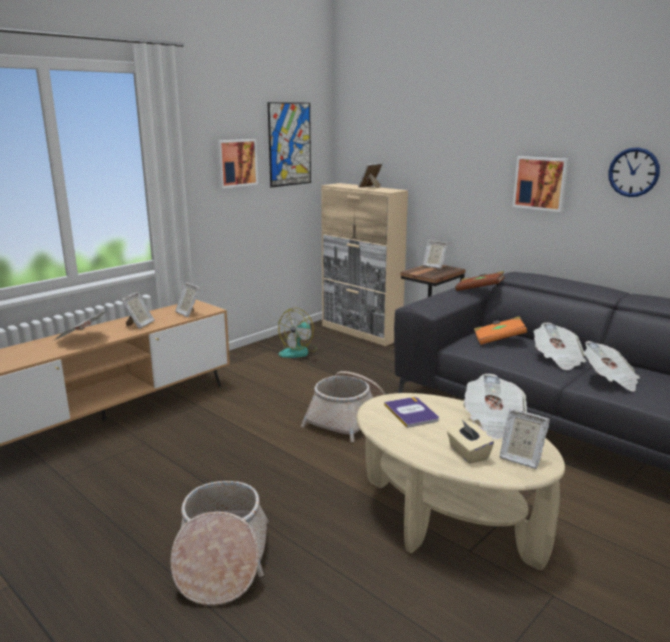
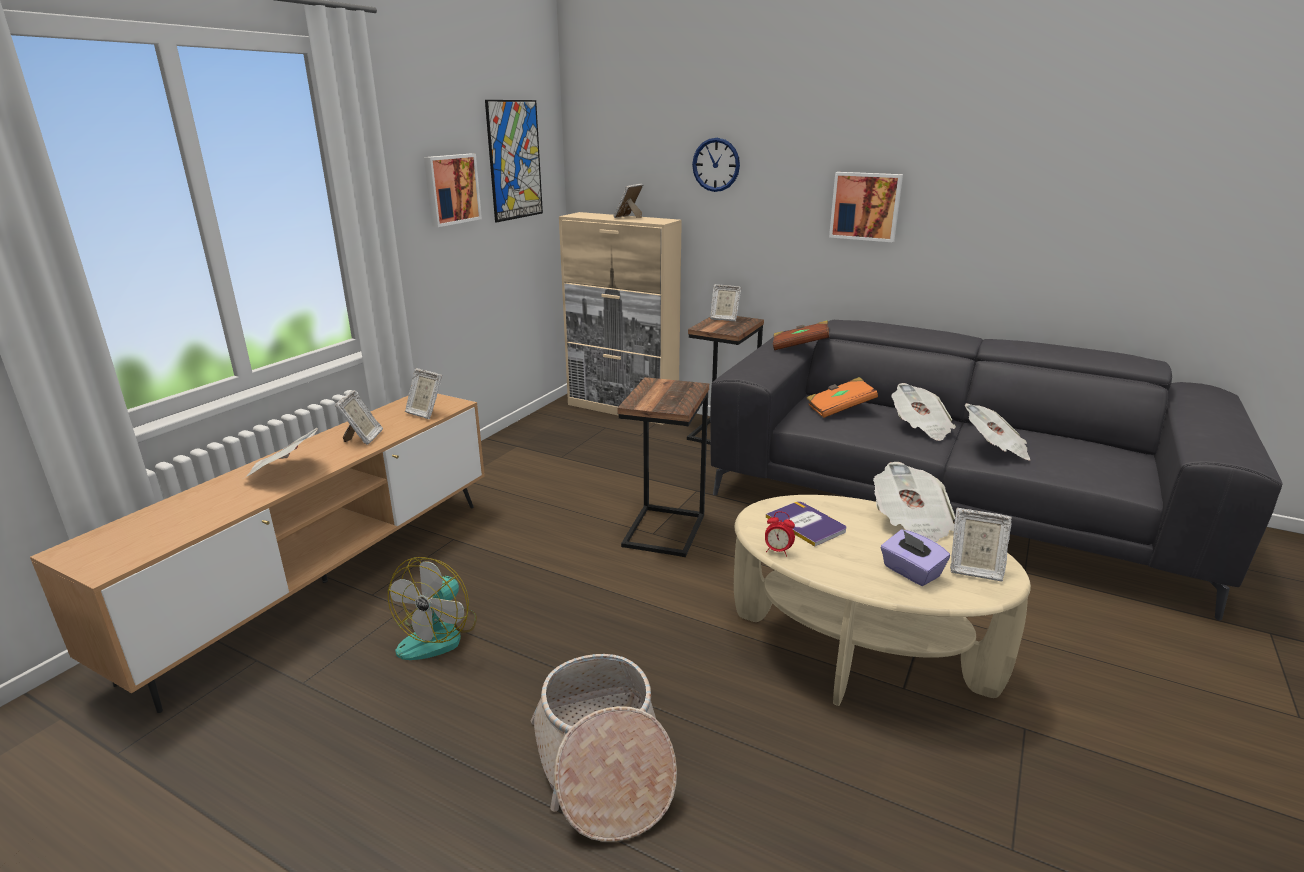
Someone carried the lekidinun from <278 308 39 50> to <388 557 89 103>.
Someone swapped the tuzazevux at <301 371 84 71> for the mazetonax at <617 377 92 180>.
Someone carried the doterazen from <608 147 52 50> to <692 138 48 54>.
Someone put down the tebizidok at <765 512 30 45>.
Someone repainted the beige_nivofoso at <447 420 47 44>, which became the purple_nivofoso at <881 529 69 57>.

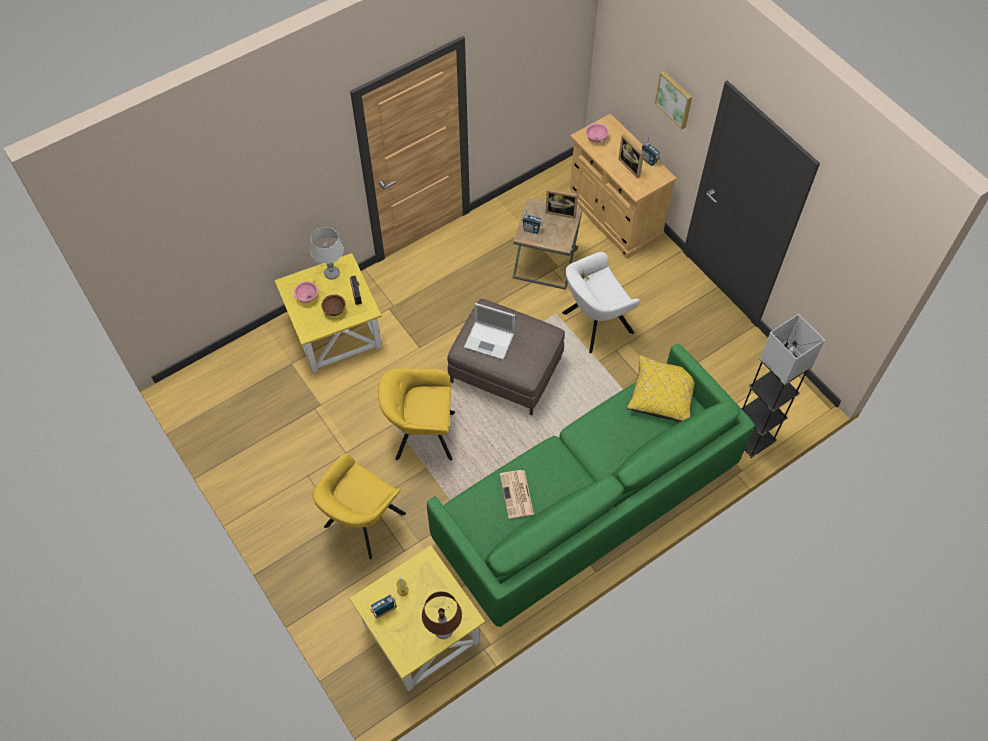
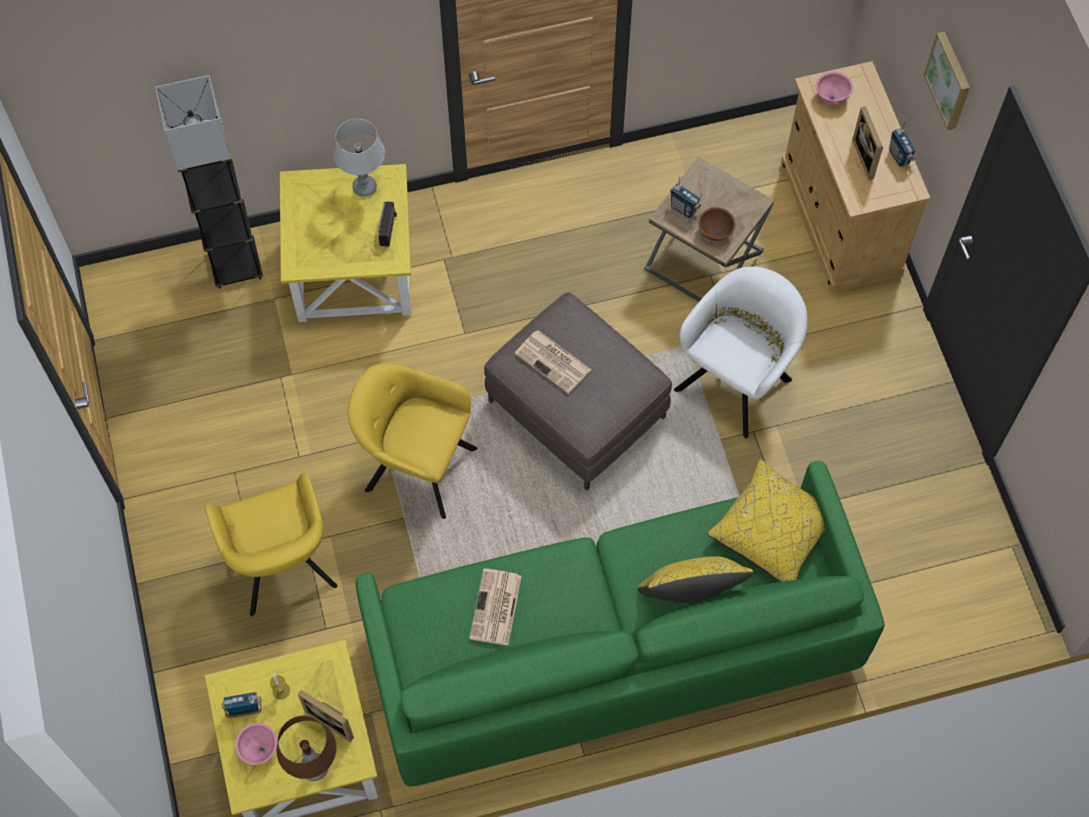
Someone carried the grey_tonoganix from <741 314 84 144> to <155 75 108 213>.
Someone rotated the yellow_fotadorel at <313 453 93 106> by 75 degrees counterclockwise.
Someone carried the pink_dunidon from <294 281 25 22> to <234 723 43 42>.
Someone carried the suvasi from <545 188 33 30> to <298 690 56 52>.
Someone swapped the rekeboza at <464 303 51 57> for the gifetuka at <514 330 77 64>.
Someone put down the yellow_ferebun at <638 556 115 47>.
Someone rotated the white_fotadorel at <562 252 78 101> by 135 degrees clockwise.
Someone carried the brown_dunidon from <321 295 25 21> to <699 207 36 34>.

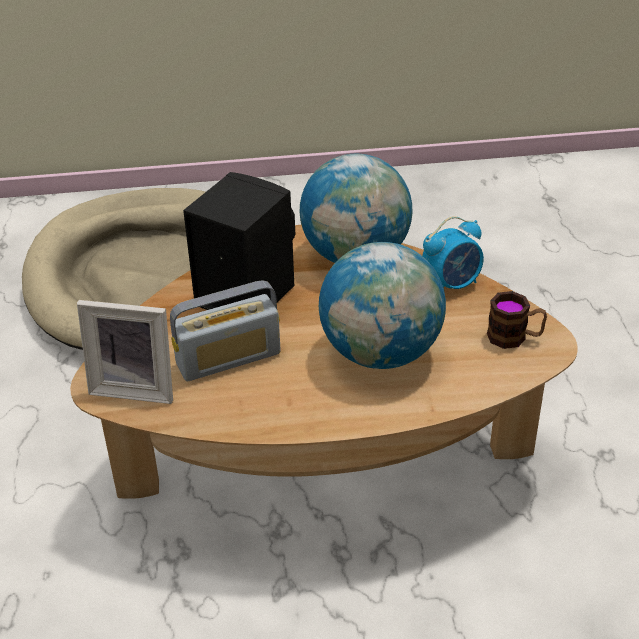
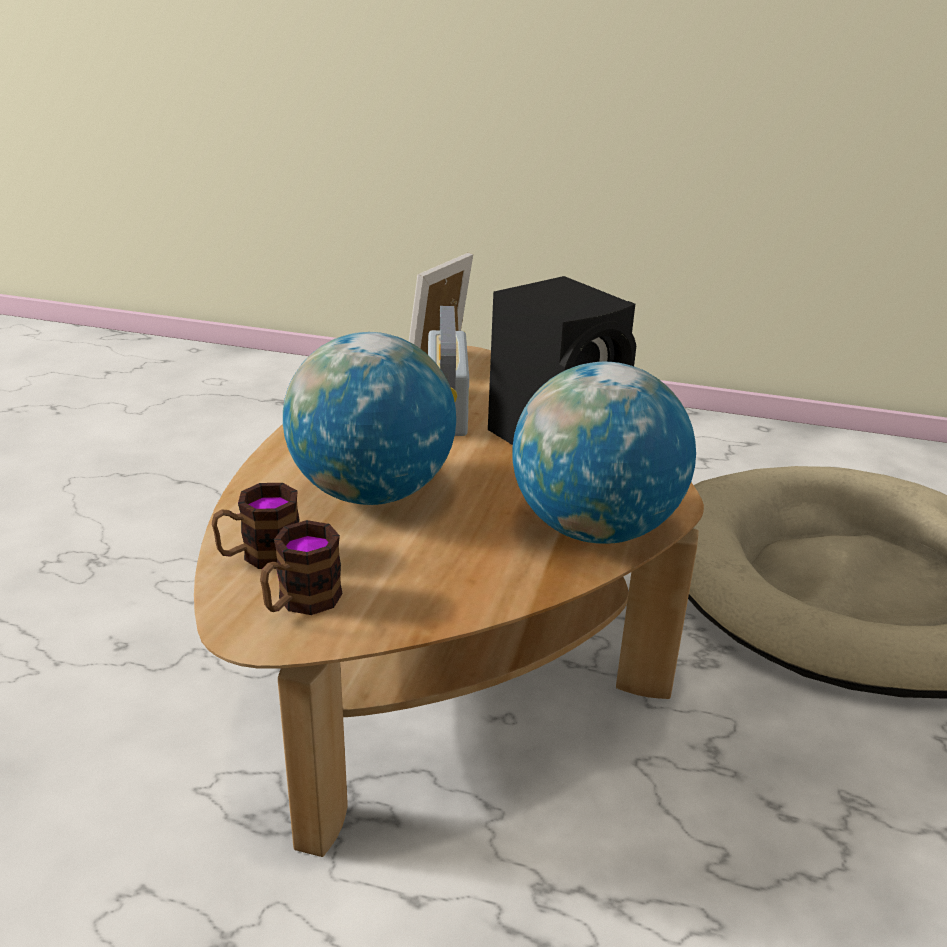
Someone put down the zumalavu at <212 483 87 86>.
Someone took away the tebizidok at <422 216 62 73>.

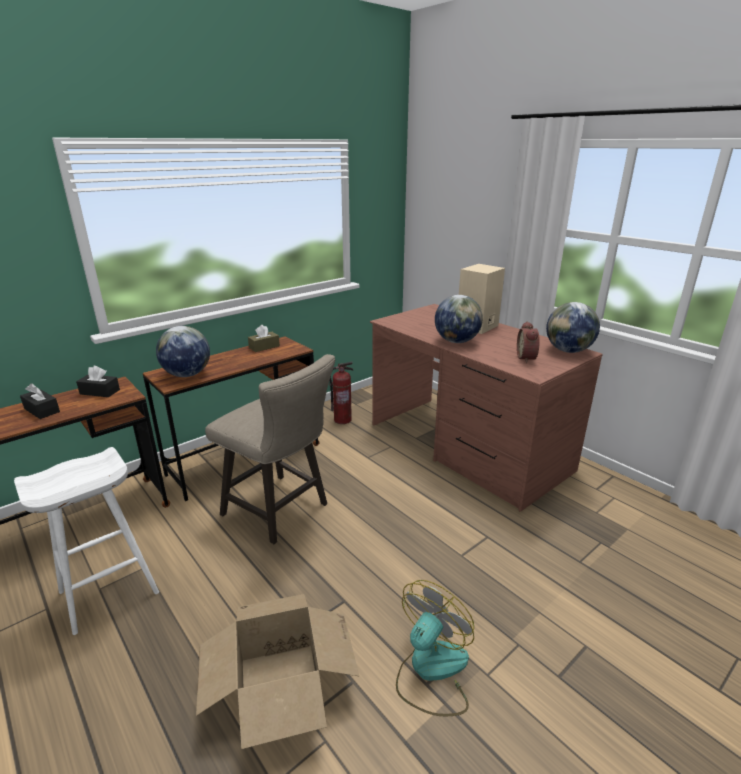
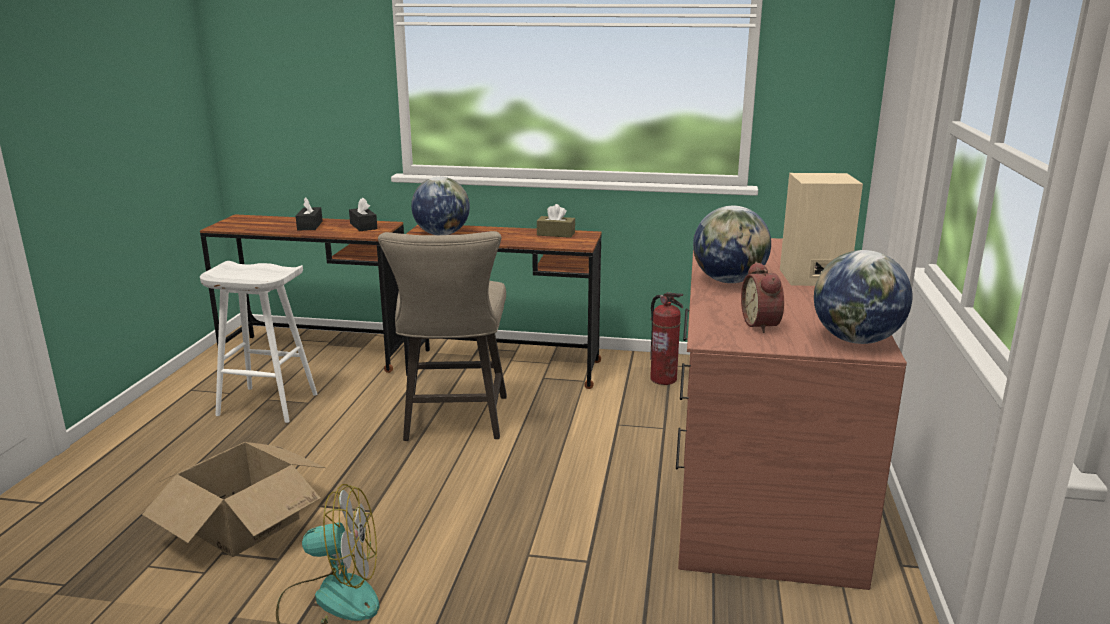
Someone rotated the tebizidok at <517 322 23 41> by 60 degrees counterclockwise.

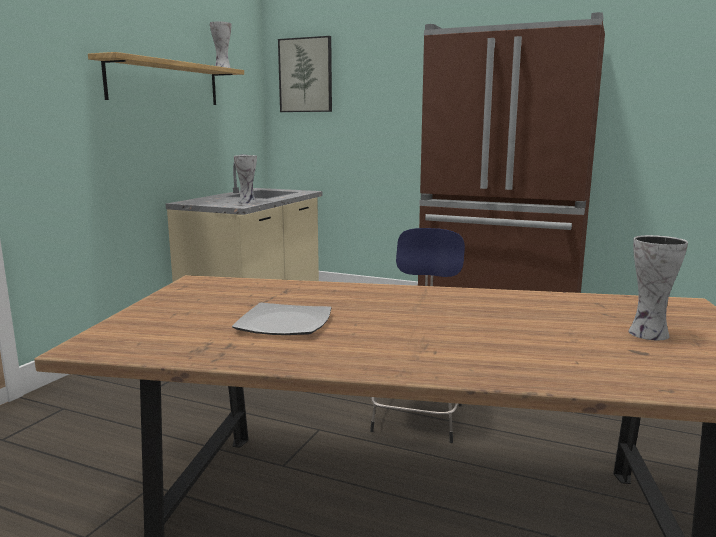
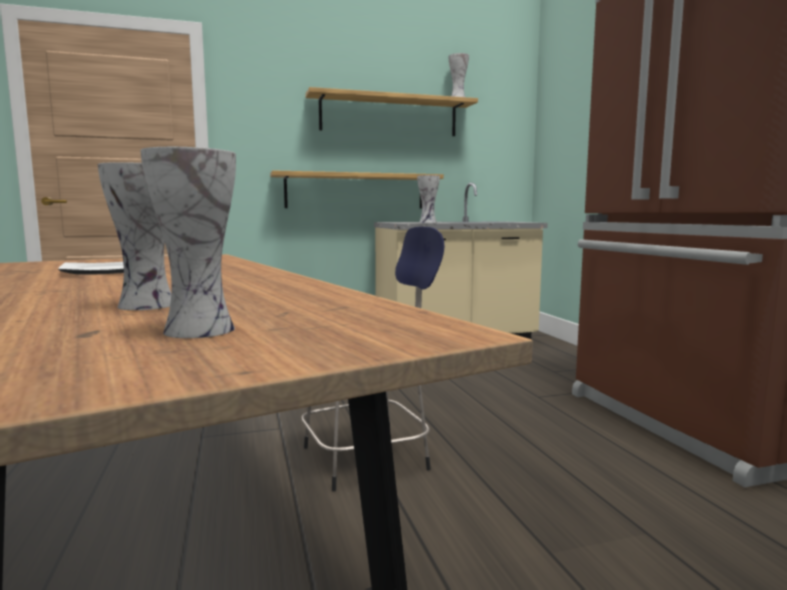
Someone put down the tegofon at <98 162 73 148>.
Someone put up the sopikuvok at <270 170 174 39>.
Someone took away the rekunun at <278 36 54 76>.

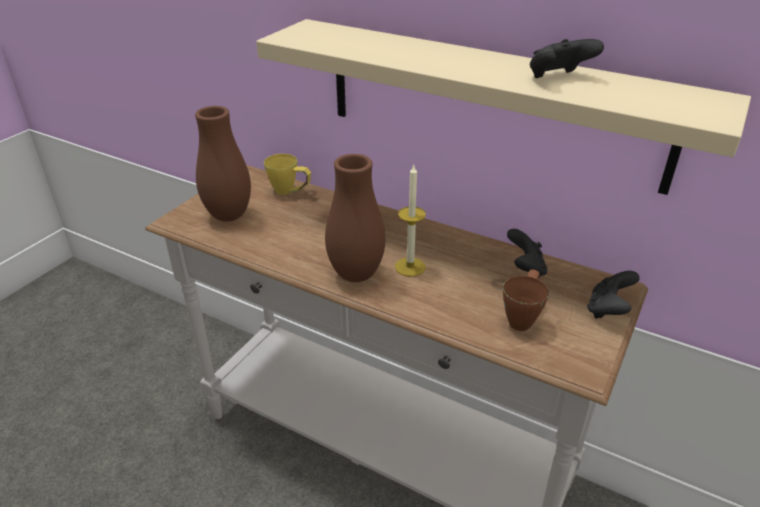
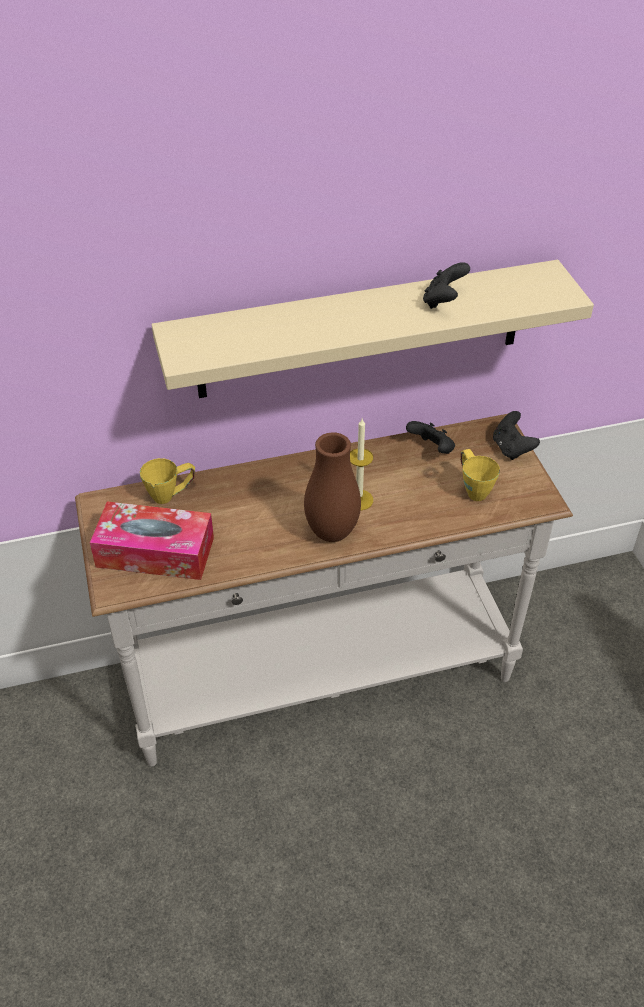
Someone swapped the brown_tegofon at <195 106 56 116> for the nivofoso at <90 502 124 78>.
Someone repainted the brown_zumalavu at <503 270 46 61>, which became the yellow_zumalavu at <461 449 39 52>.

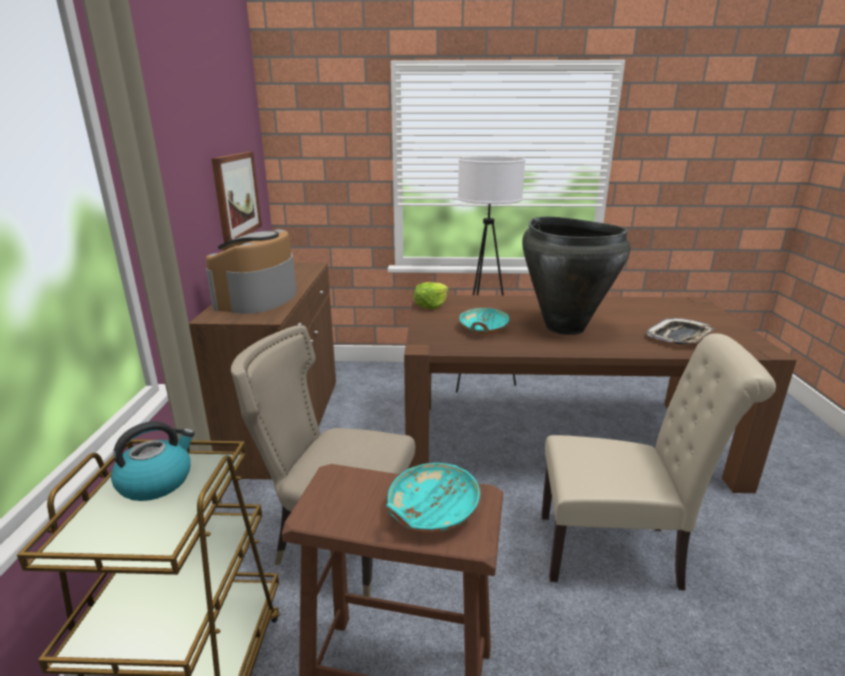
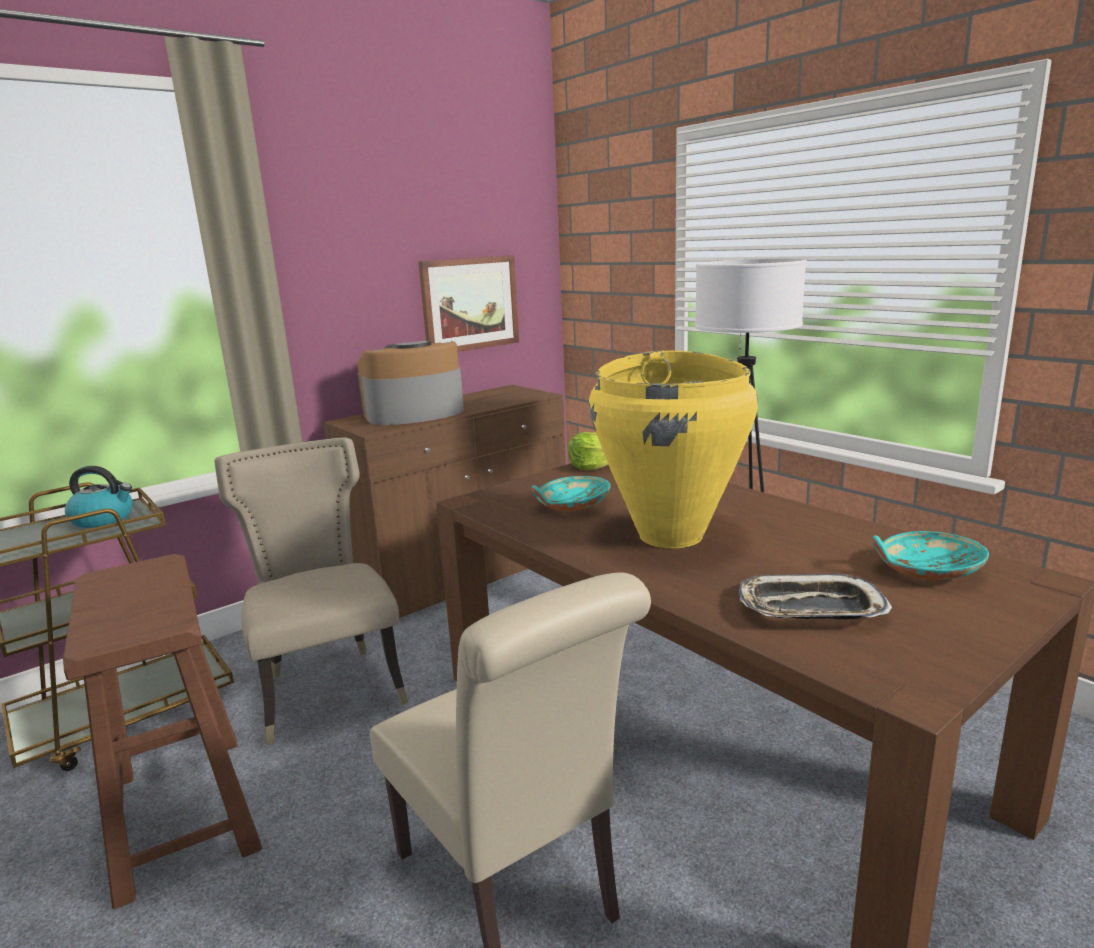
Someone repainted the black_tegofon at <522 217 109 118>, which became the yellow_tegofon at <589 350 169 198>.
Someone carried the turquoise_dunidon from <386 463 94 70> to <872 531 117 49>.

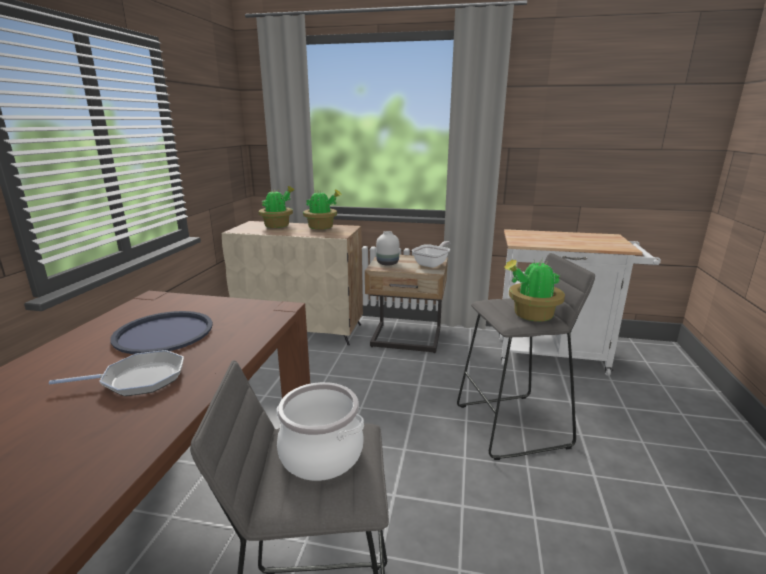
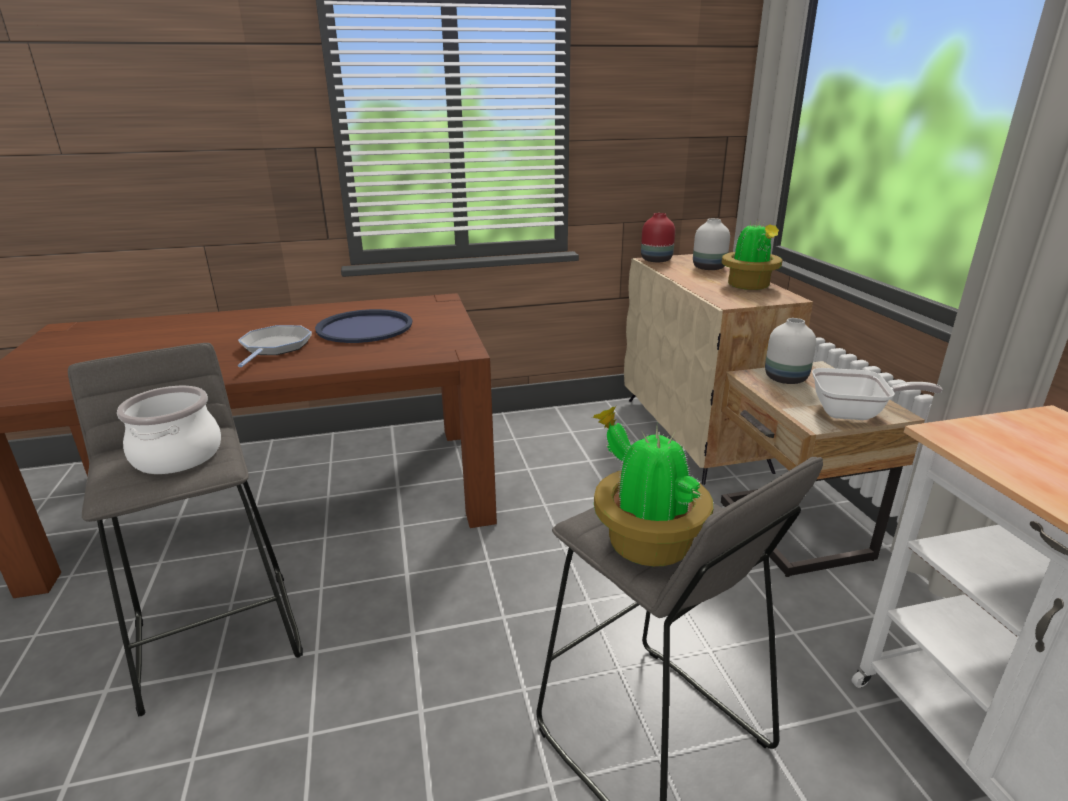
Someone rotated the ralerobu at <49 350 135 46> by 135 degrees counterclockwise.
Someone put down the red_tegofon at <641 213 34 49>.
Someone swapped the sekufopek at <259 186 35 42> for the white_tegofon at <693 218 37 52>.

